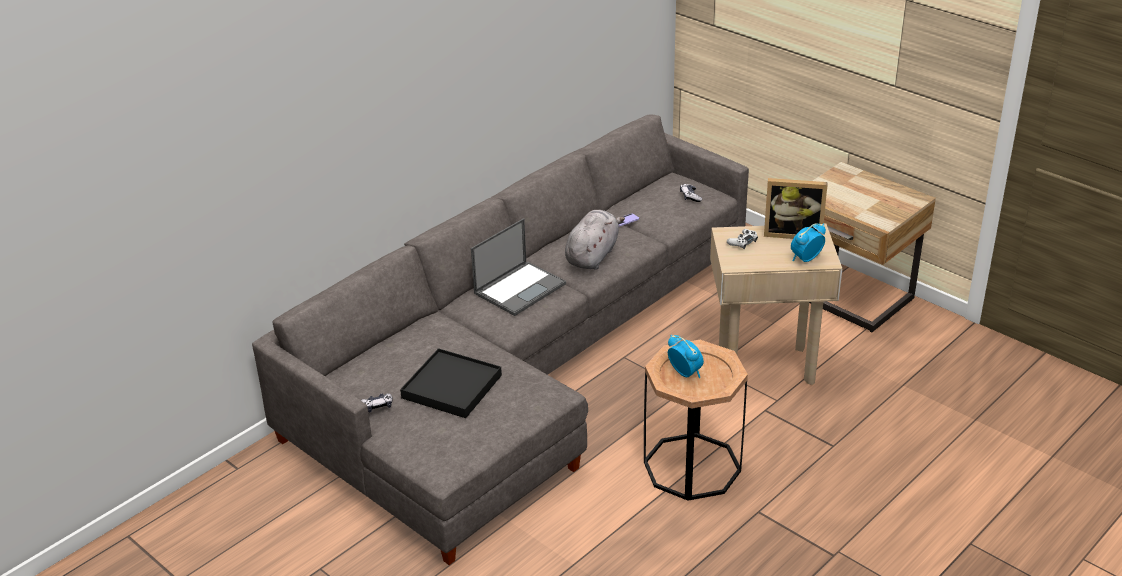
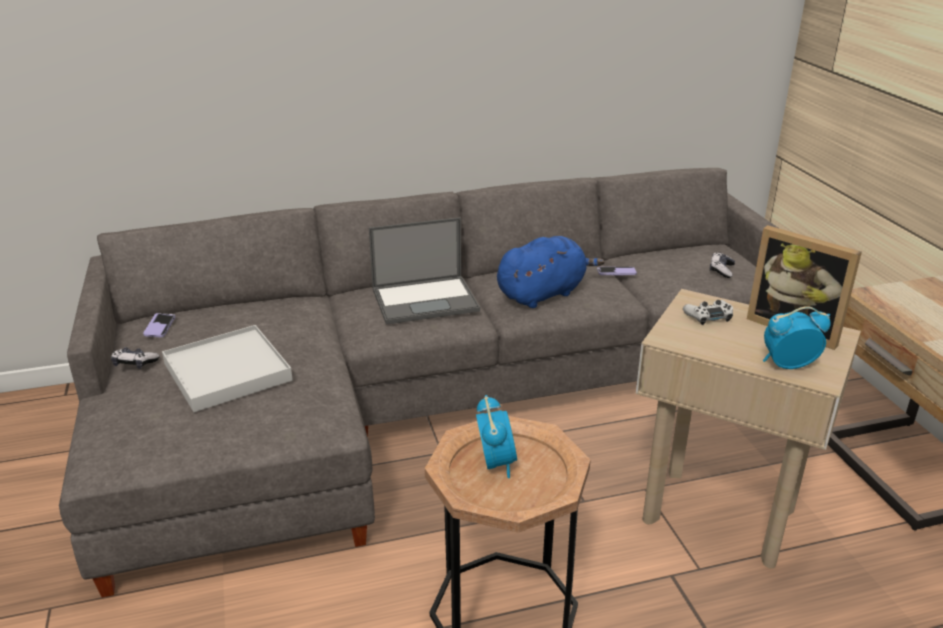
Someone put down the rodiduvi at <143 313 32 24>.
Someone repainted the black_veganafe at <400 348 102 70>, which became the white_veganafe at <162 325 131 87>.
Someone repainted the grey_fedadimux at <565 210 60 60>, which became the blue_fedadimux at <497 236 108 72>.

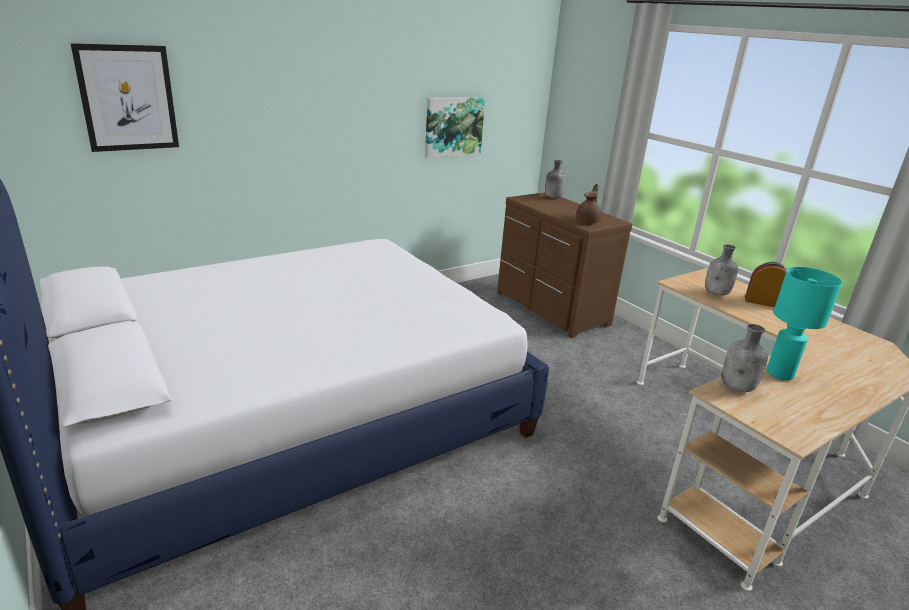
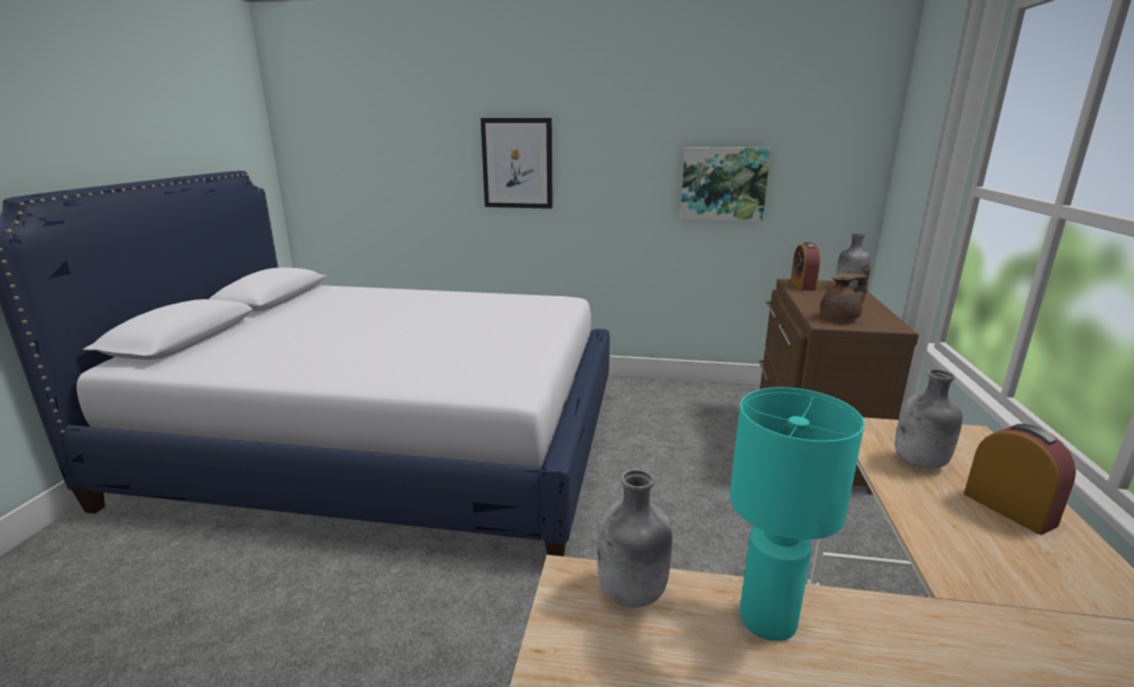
Someone carried the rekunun from <70 43 109 109> to <481 118 72 91>.
Someone put down the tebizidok at <790 242 30 49>.

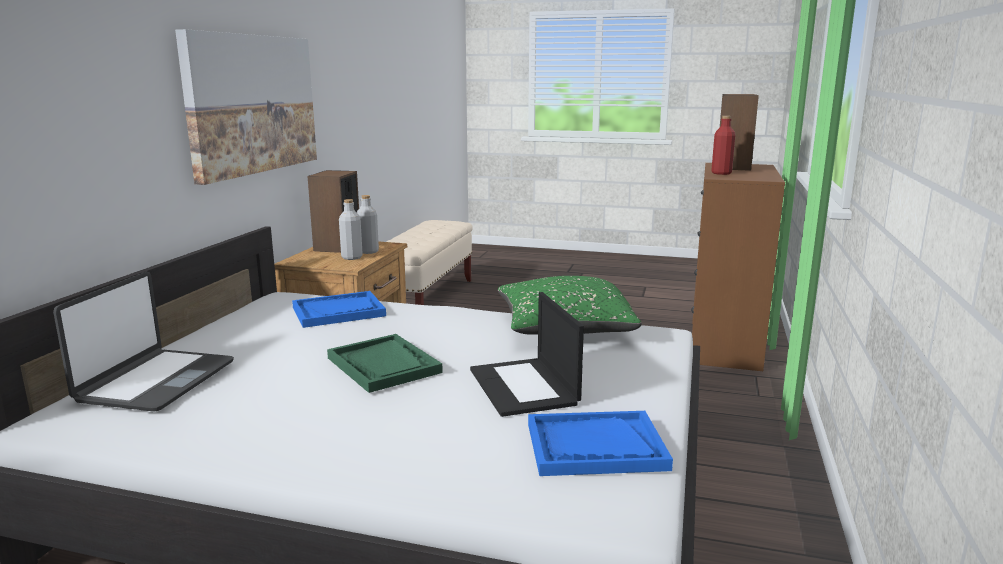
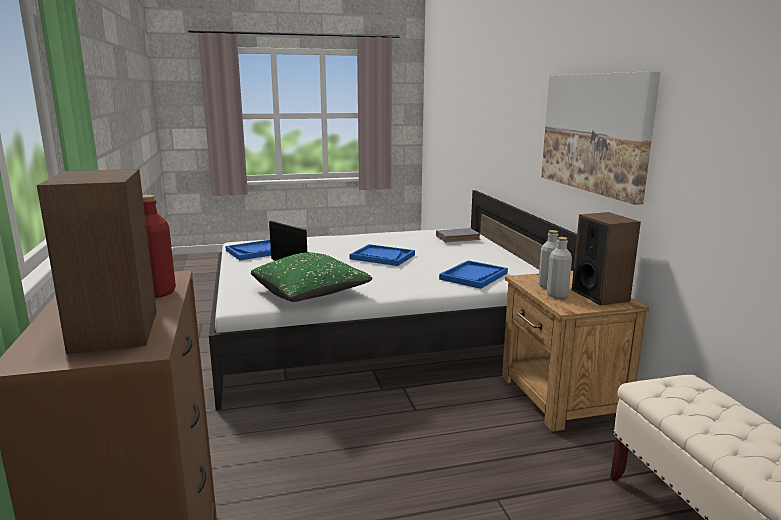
Someone repainted the green_veganafe at <327 334 116 59>, which became the blue_veganafe at <350 244 65 22>.
Someone swapped the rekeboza at <53 272 181 140> for the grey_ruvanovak at <436 228 44 14>.

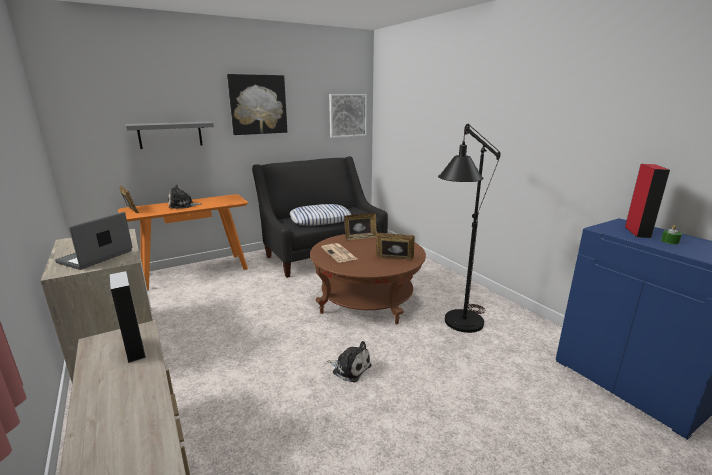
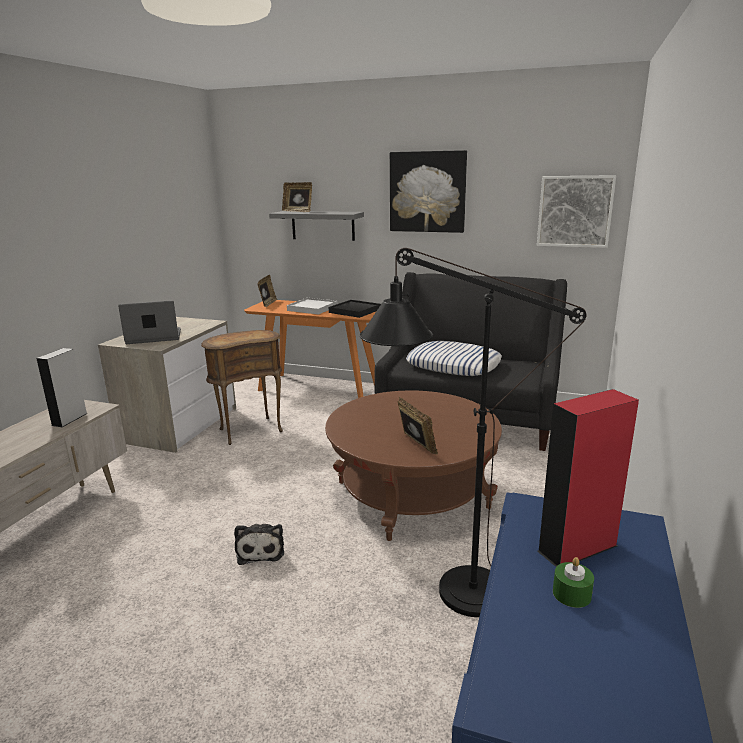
Someone put down the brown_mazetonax at <201 330 82 115>.
Someone carried the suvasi from <344 213 33 27> to <282 182 30 30>.
Someone swapped the fedadimux at <168 185 35 24> for the white_veganafe at <287 298 51 17>.
Someone put down the black_veganafe at <329 300 52 18>.
Someone took away the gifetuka at <321 243 36 20>.

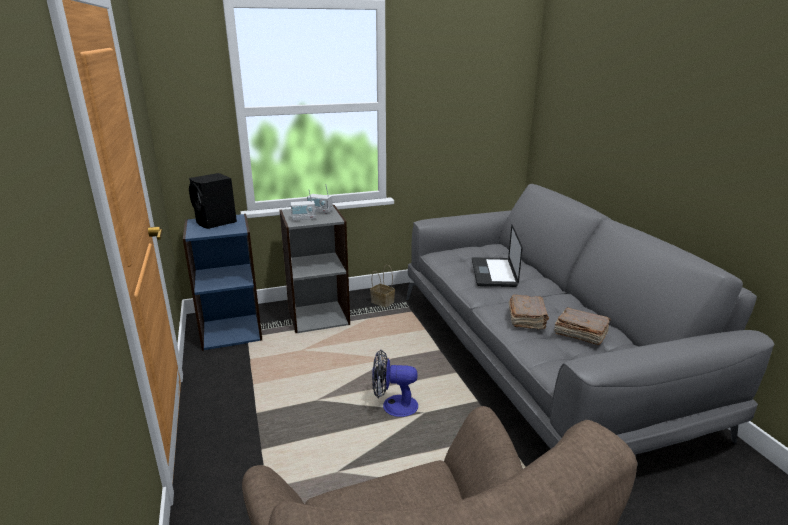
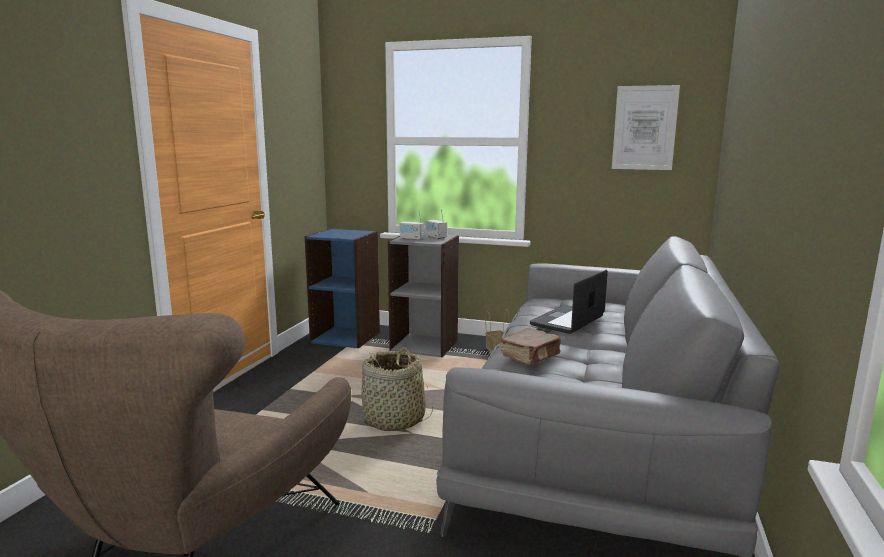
Someone swapped the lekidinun at <372 350 46 67> for the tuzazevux at <361 347 72 84>.
Someone put up the rekunun at <612 85 68 85>.
Someone took away the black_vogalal at <189 173 48 56>.
Someone took away the brown_ruvanovak at <555 307 56 38>.

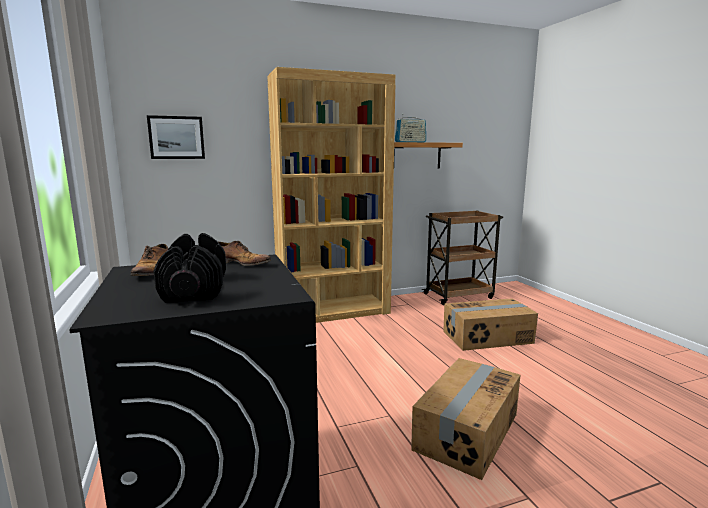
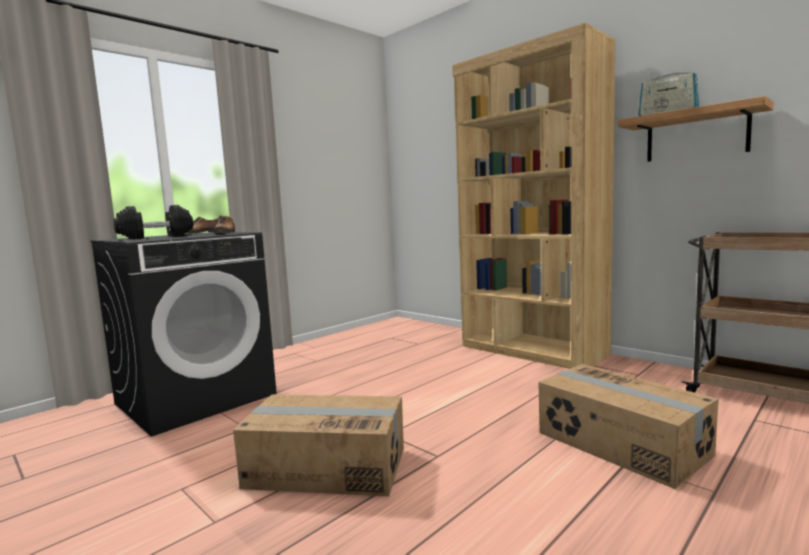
Someone took away the rekunun at <147 115 58 44>.

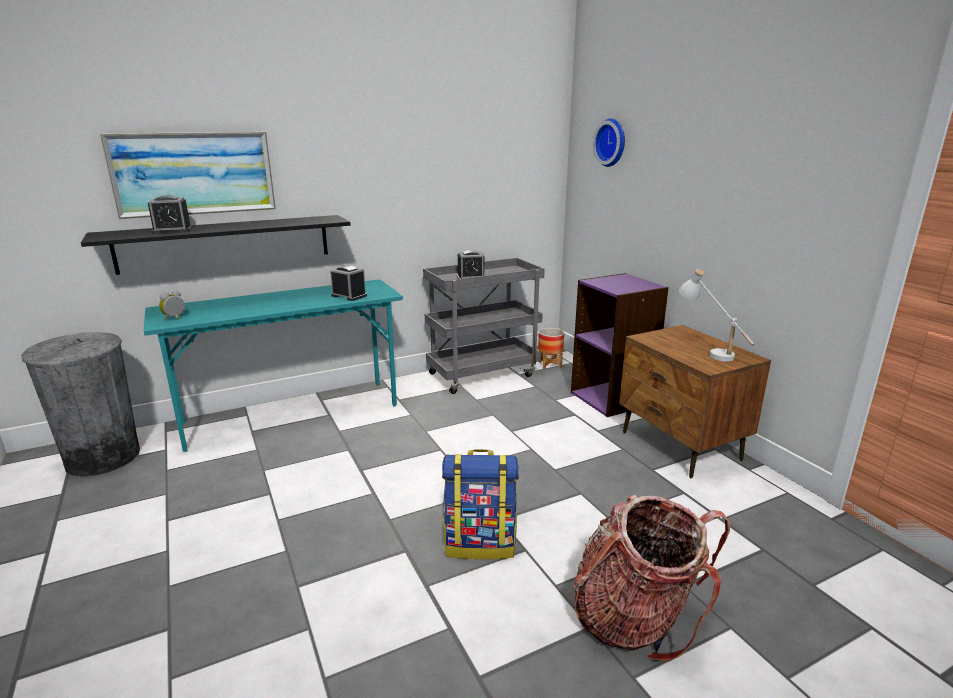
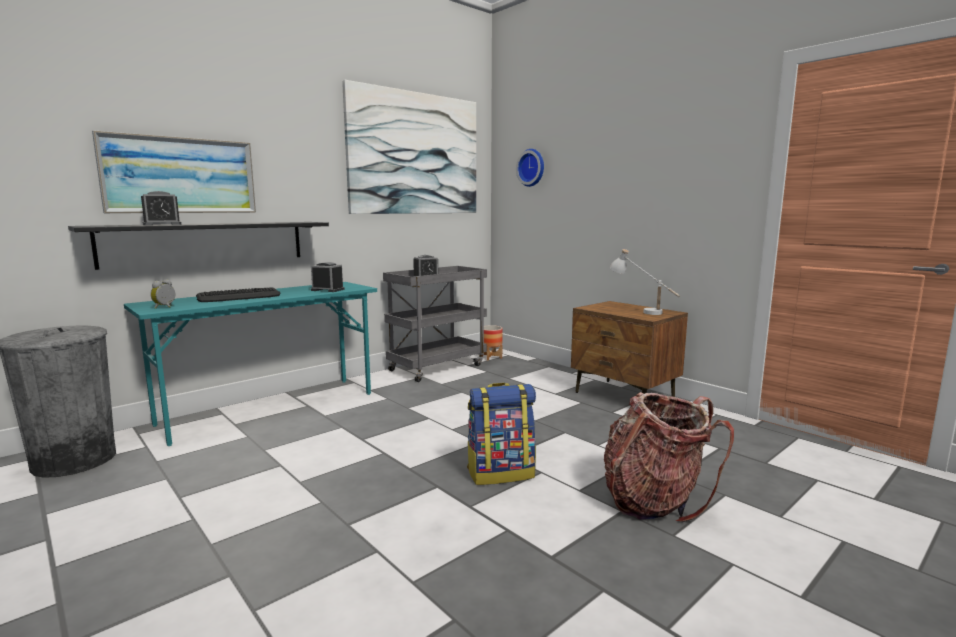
Someone put down the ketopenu at <196 287 84 15>.
Someone put up the rekunun at <342 80 134 134>.
Someone took away the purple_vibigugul at <571 273 98 144>.

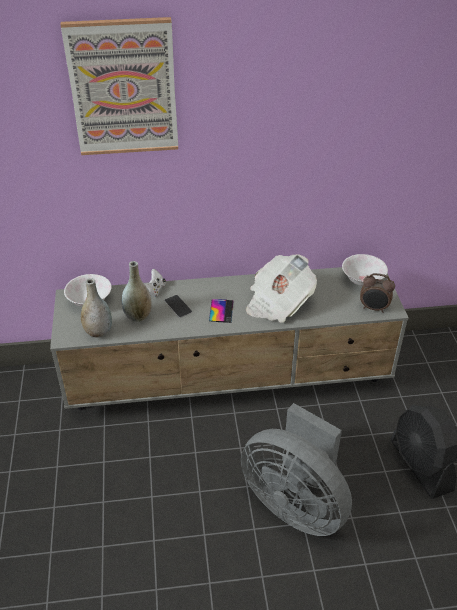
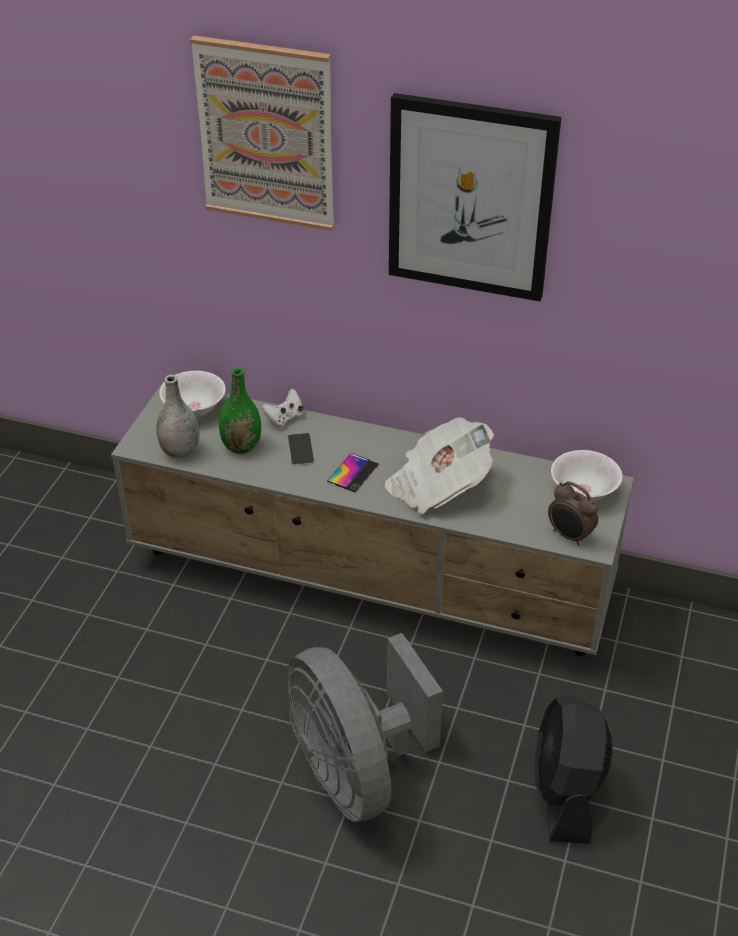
Someone repainted the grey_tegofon at <122 261 30 61>, which became the green_tegofon at <219 368 42 86>.
Someone put up the rekunun at <389 93 172 208>.

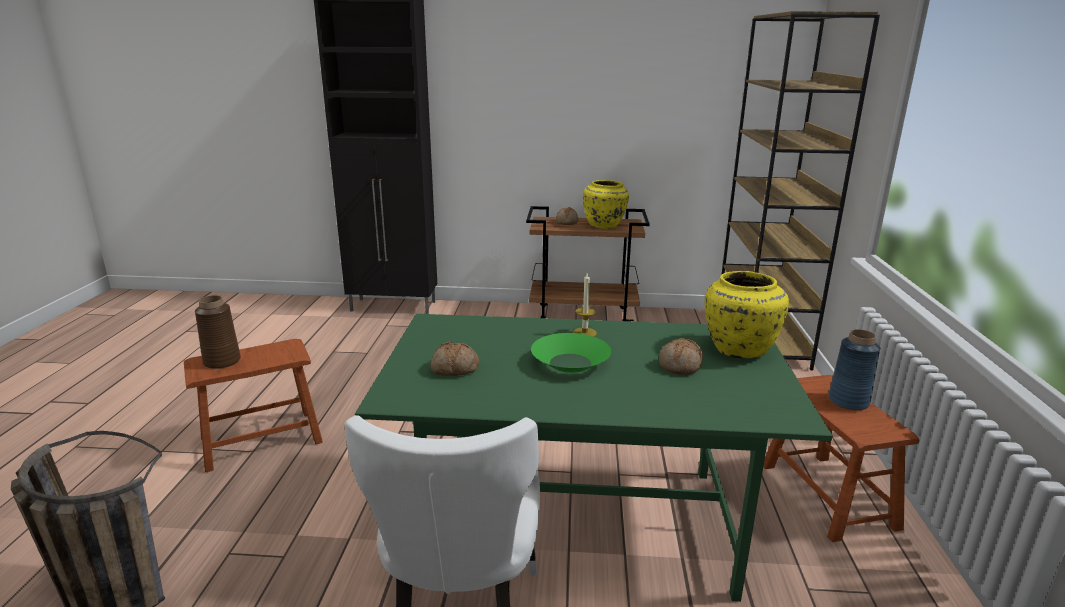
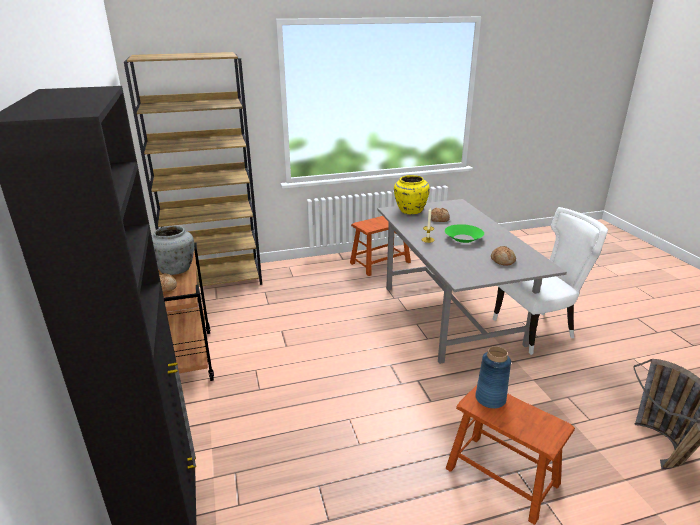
Someone repainted the yellow_tegofon at <583 180 46 49>, which became the grey_tegofon at <152 226 42 49>.
Someone repainted the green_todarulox at <355 314 478 288>, which became the grey_todarulox at <378 199 189 165>.
Someone carried the blue_tegofon from <828 329 52 82> to <475 346 36 63>.
Someone took away the brown_tegofon at <195 295 46 74>.

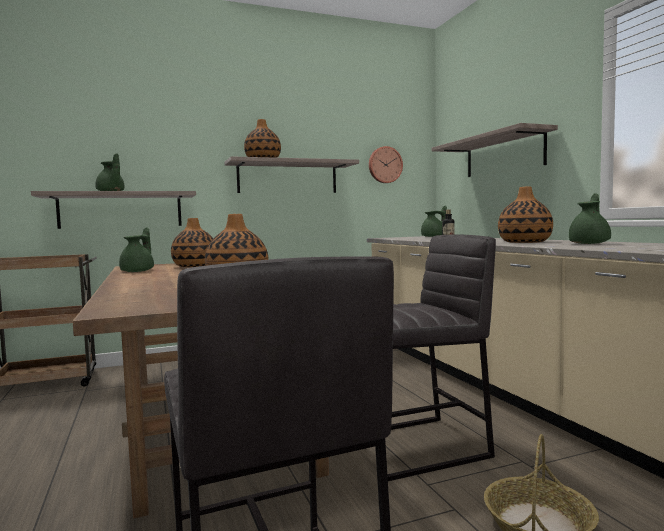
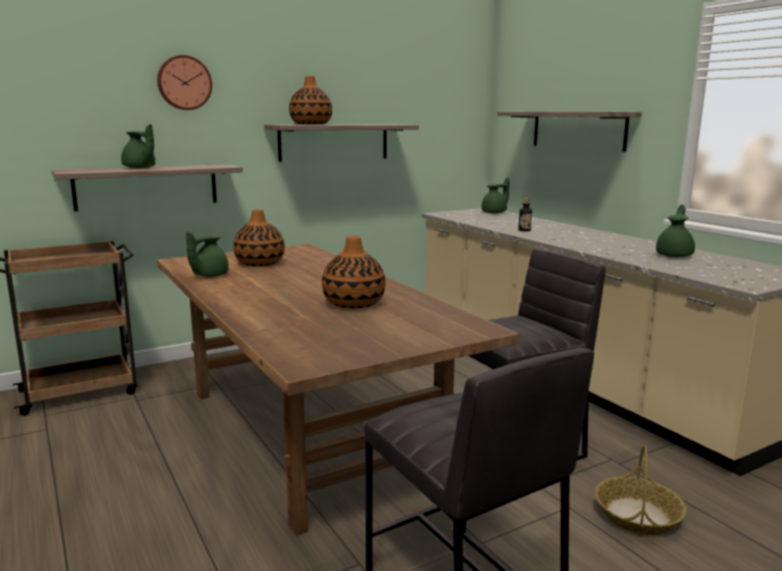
Someone carried the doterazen from <369 146 34 37> to <157 55 55 55>.
Someone rotated the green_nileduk at <119 227 35 45> by 150 degrees counterclockwise.
Someone took away the tegofon at <498 186 55 57>.

